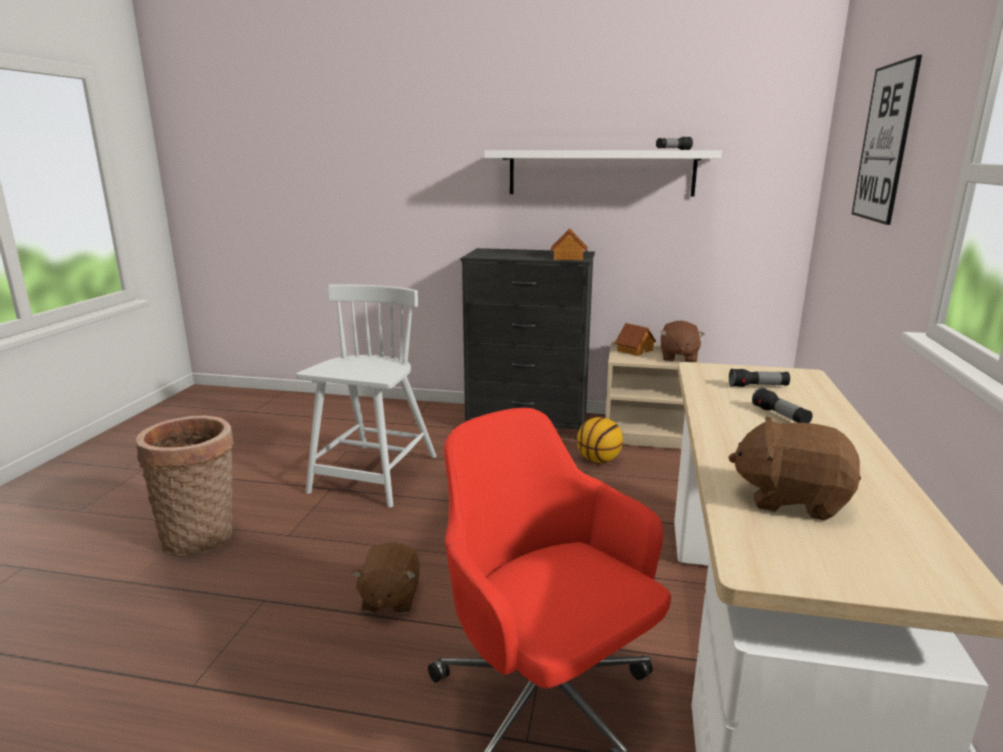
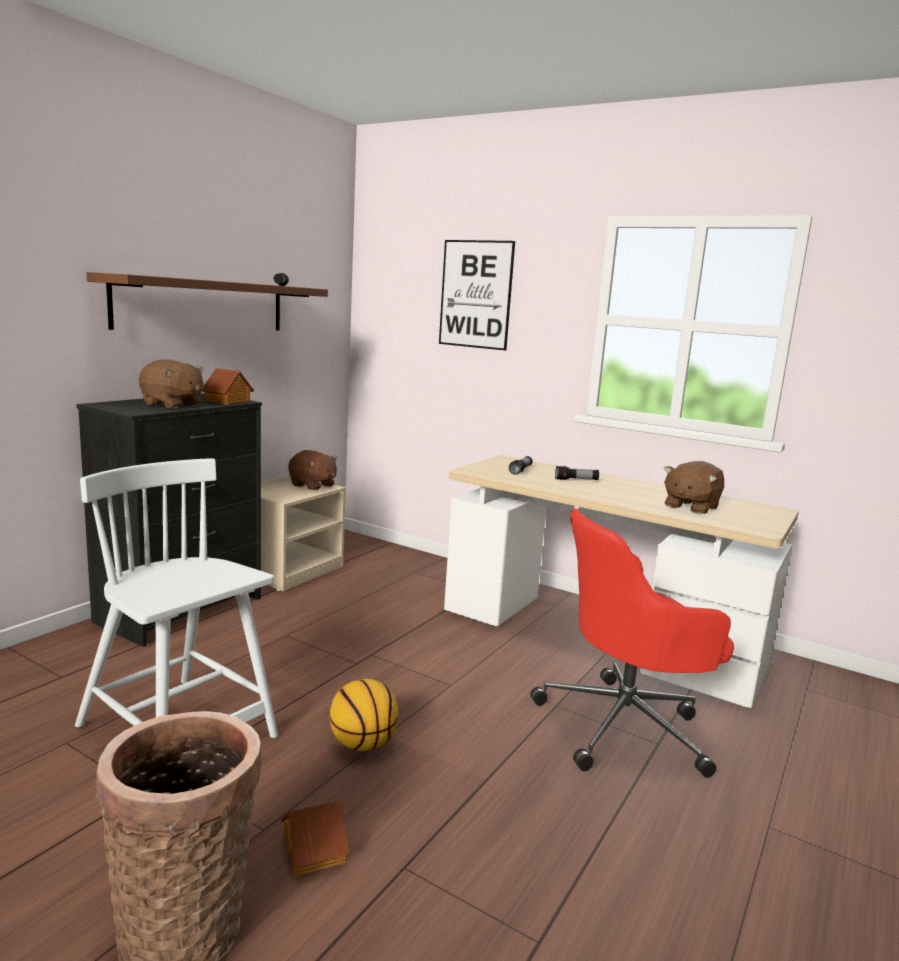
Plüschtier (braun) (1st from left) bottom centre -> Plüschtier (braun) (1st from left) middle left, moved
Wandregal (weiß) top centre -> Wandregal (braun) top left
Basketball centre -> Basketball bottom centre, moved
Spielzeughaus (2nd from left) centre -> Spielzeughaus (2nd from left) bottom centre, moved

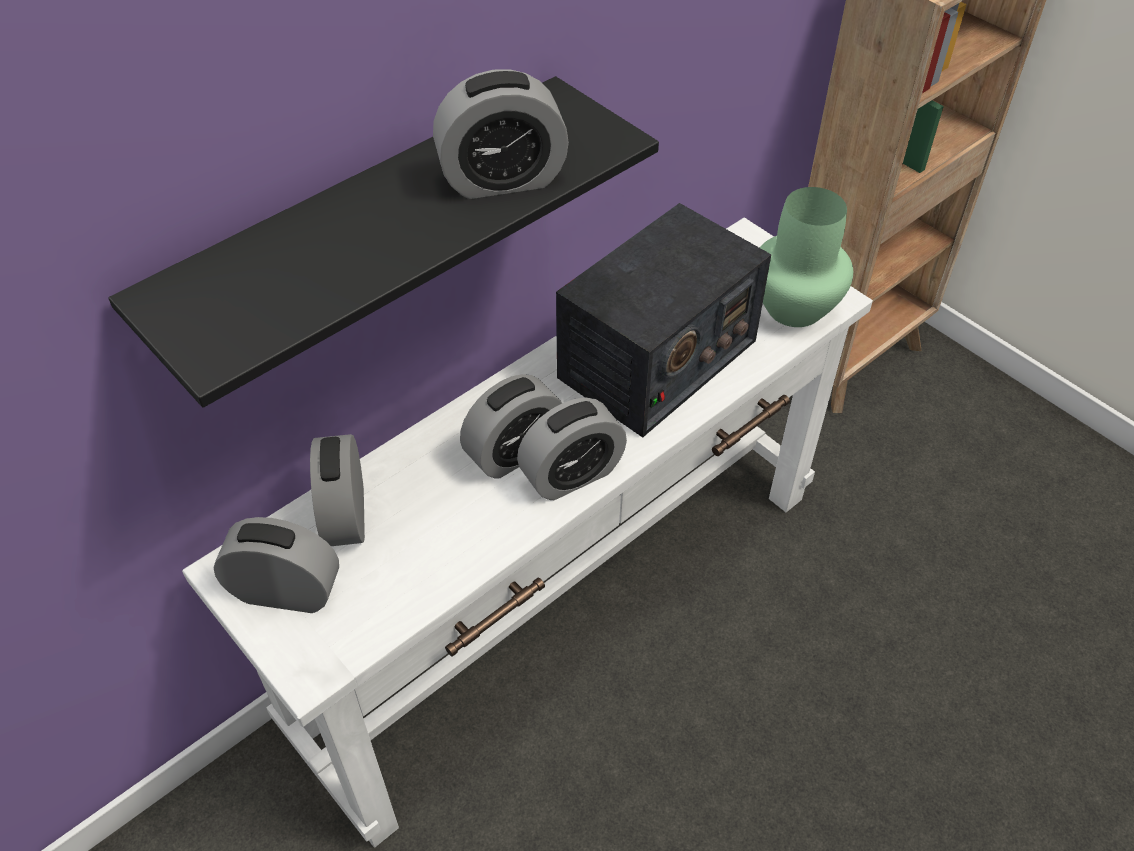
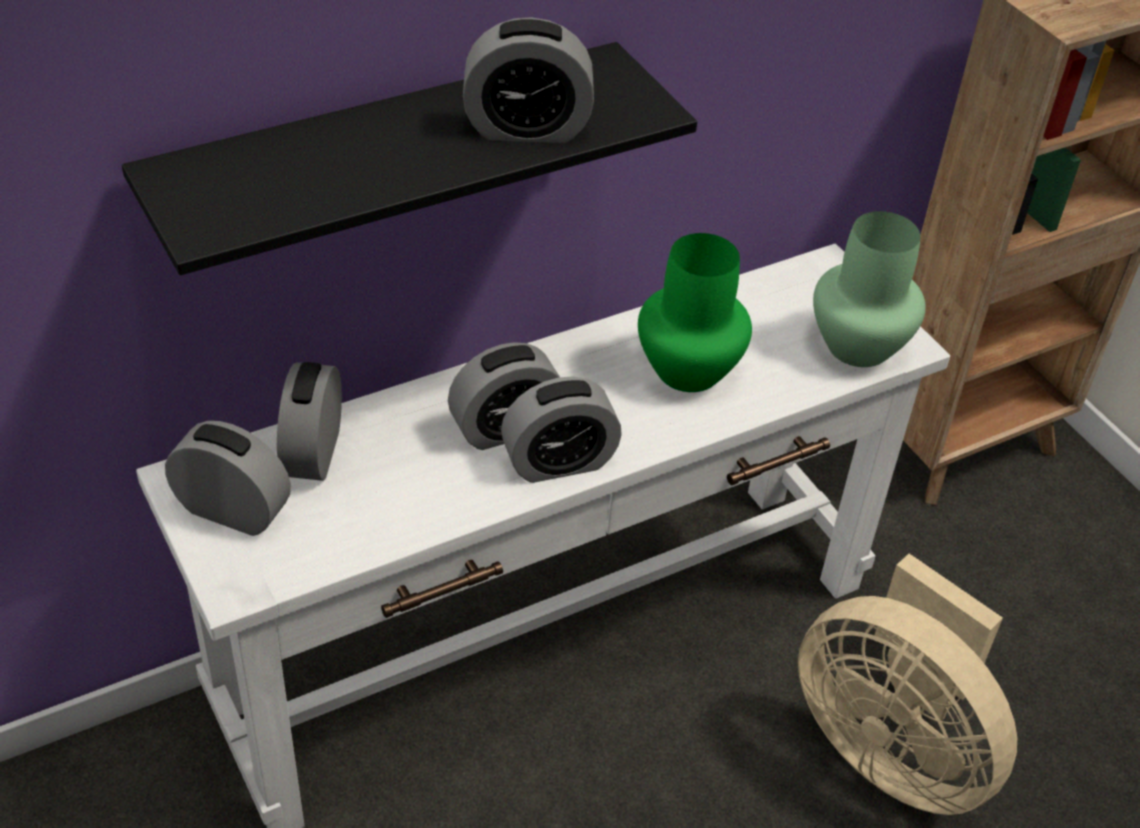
Radio centre -> Vase (grün) (1st from left) centre
none -> Ventilator (beige) bottom right

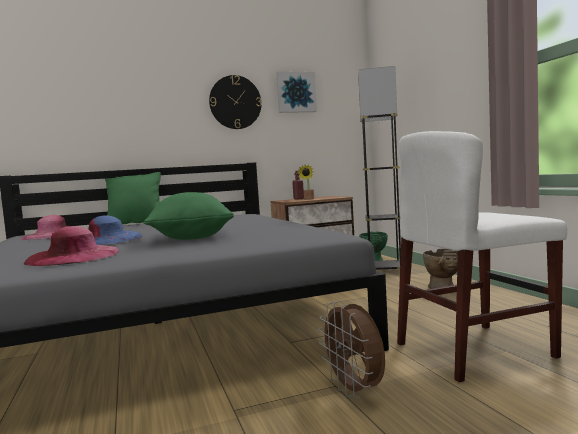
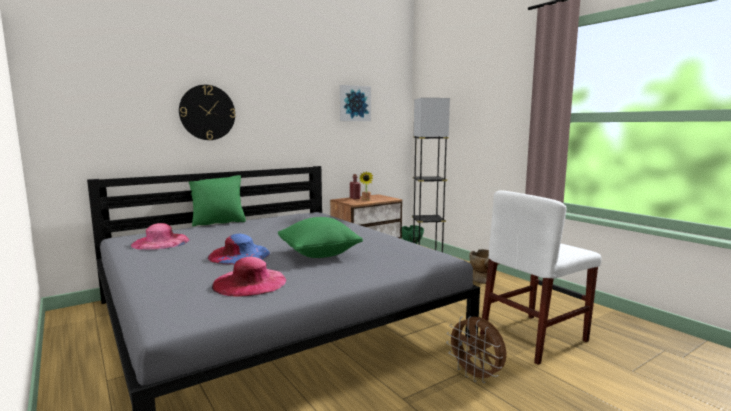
Wanduhr top centre -> Wanduhr top left, moved

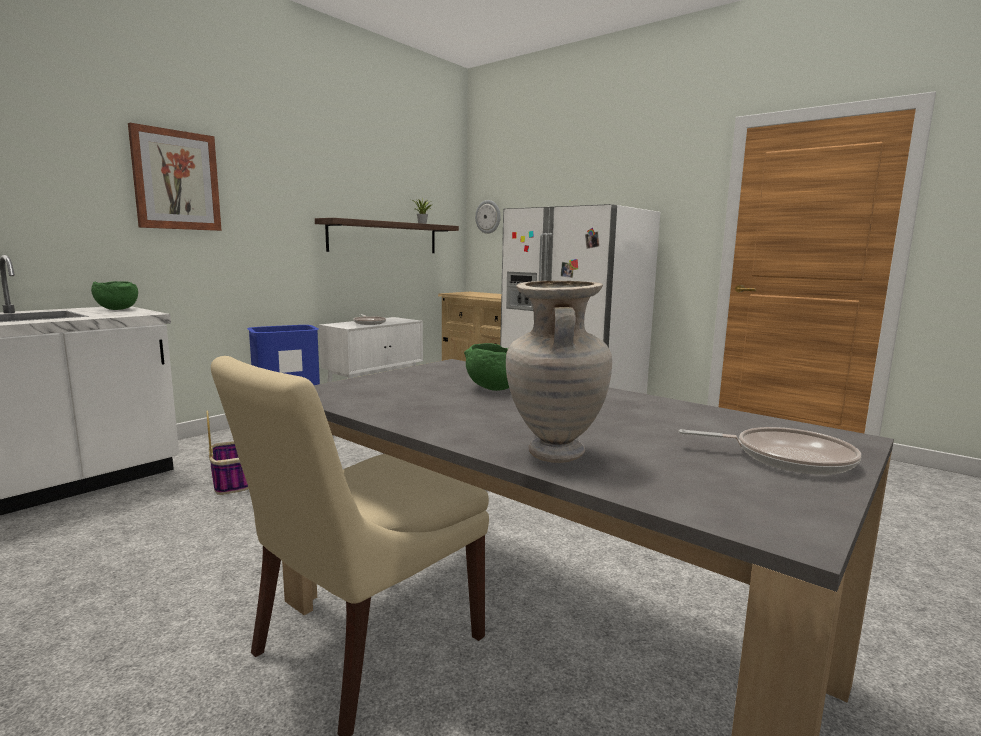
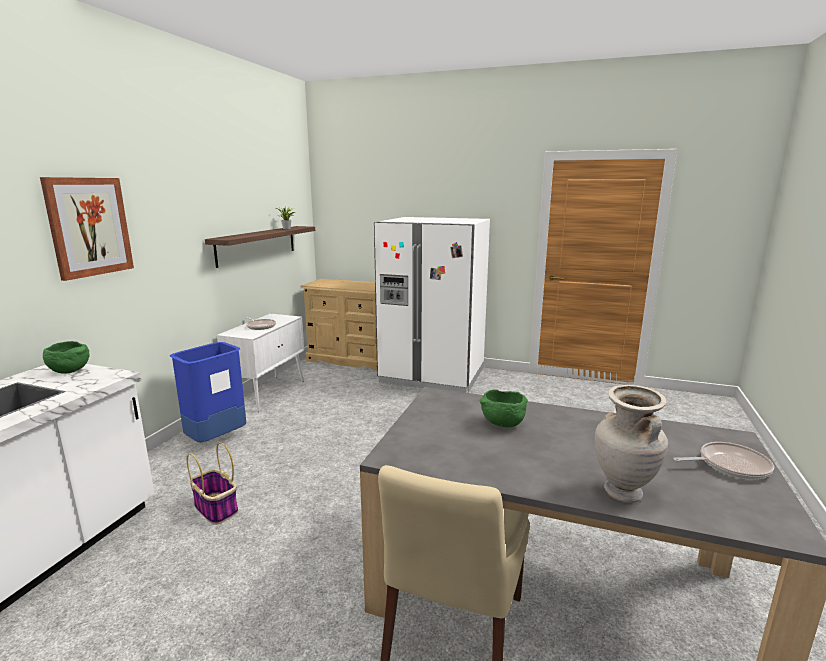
Wanduhr top centre -> none

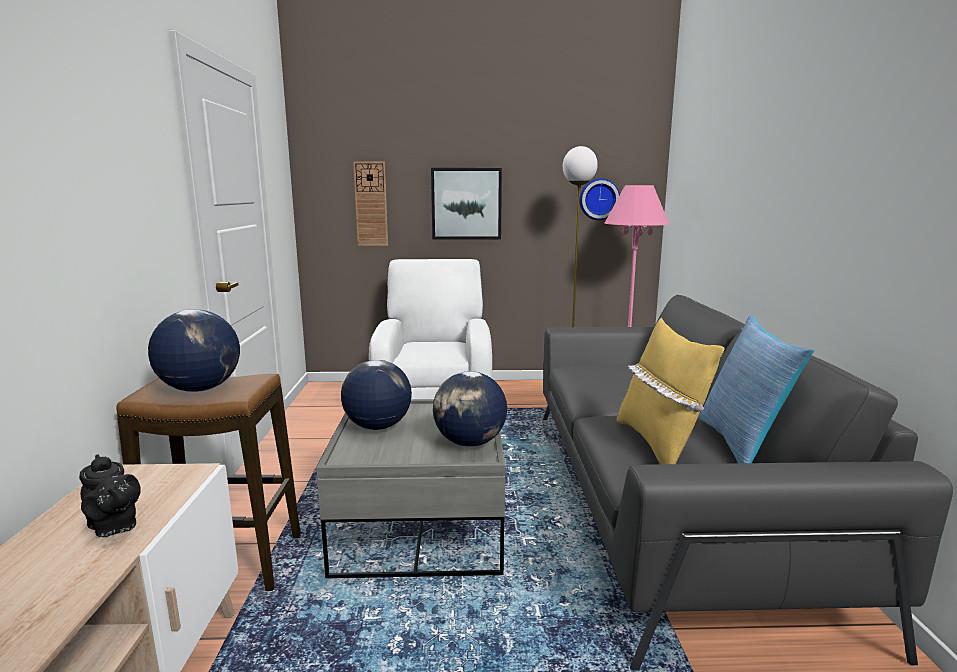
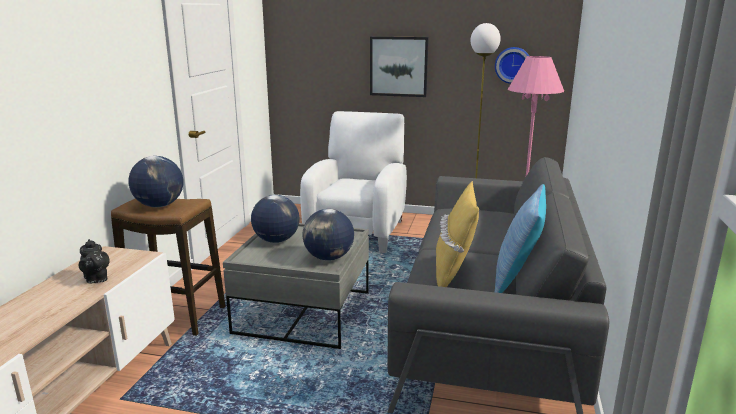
Wanduhr (1st from left) top centre -> none

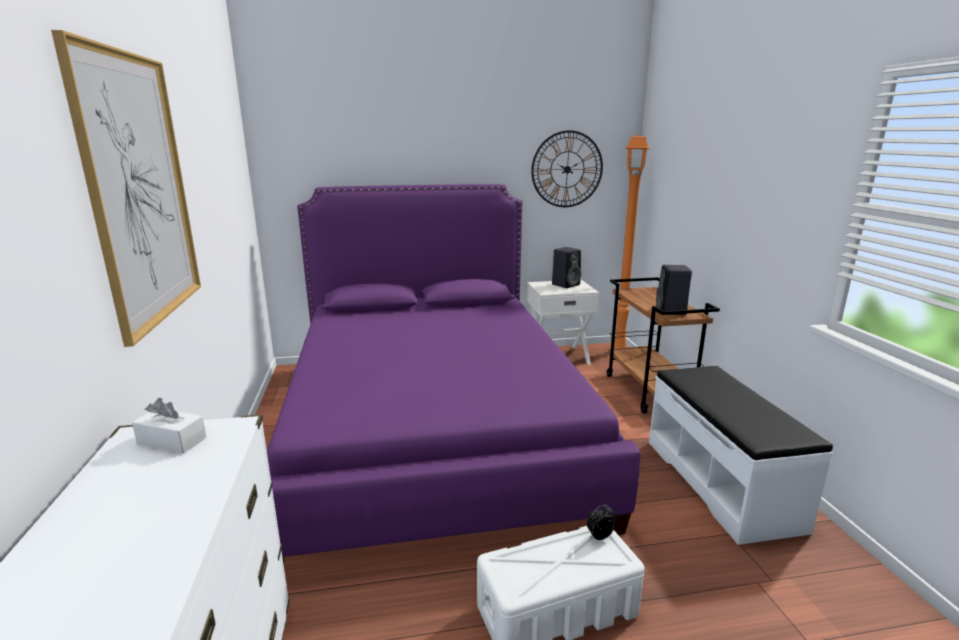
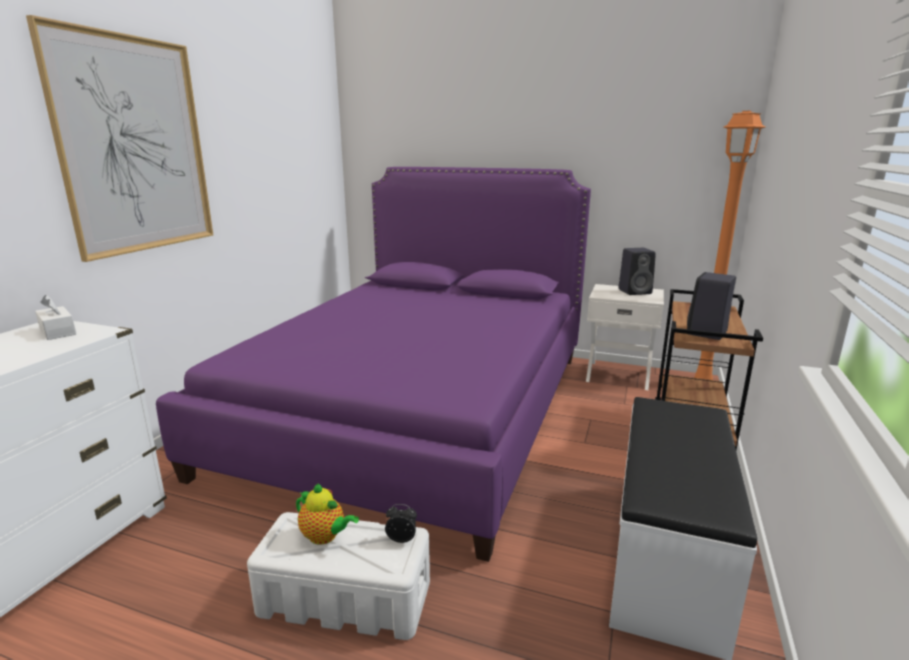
Wanduhr top centre -> none
none -> Teekanne bottom centre

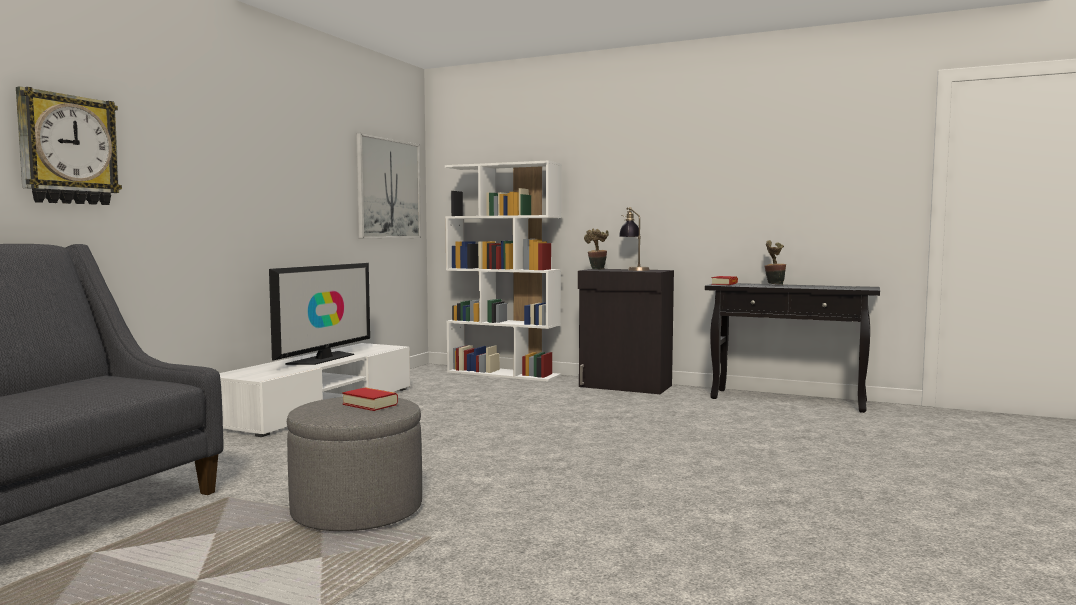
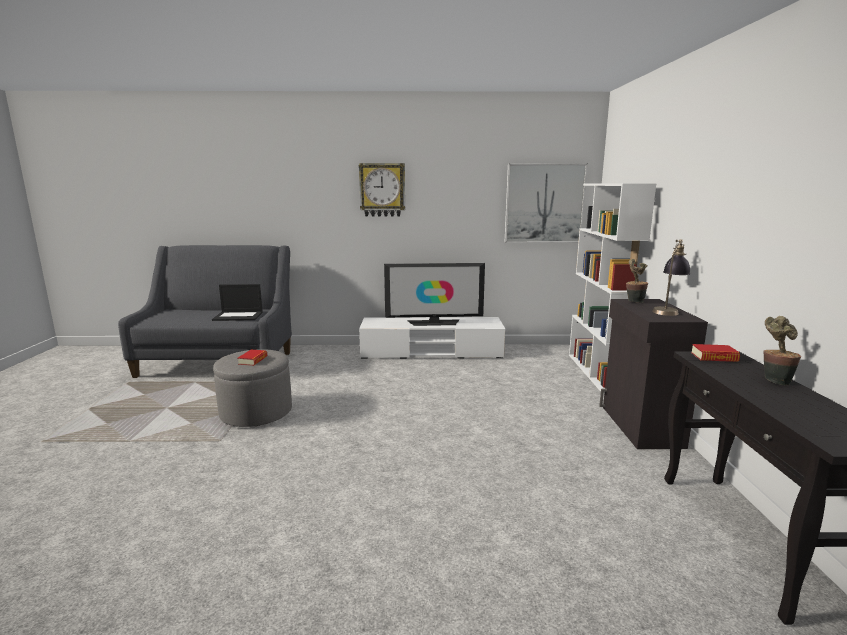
Wanduhr top left -> Wanduhr top centre, moved
none -> Laptop middle left

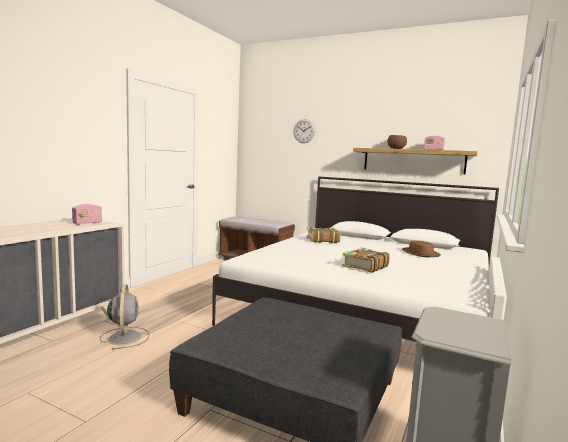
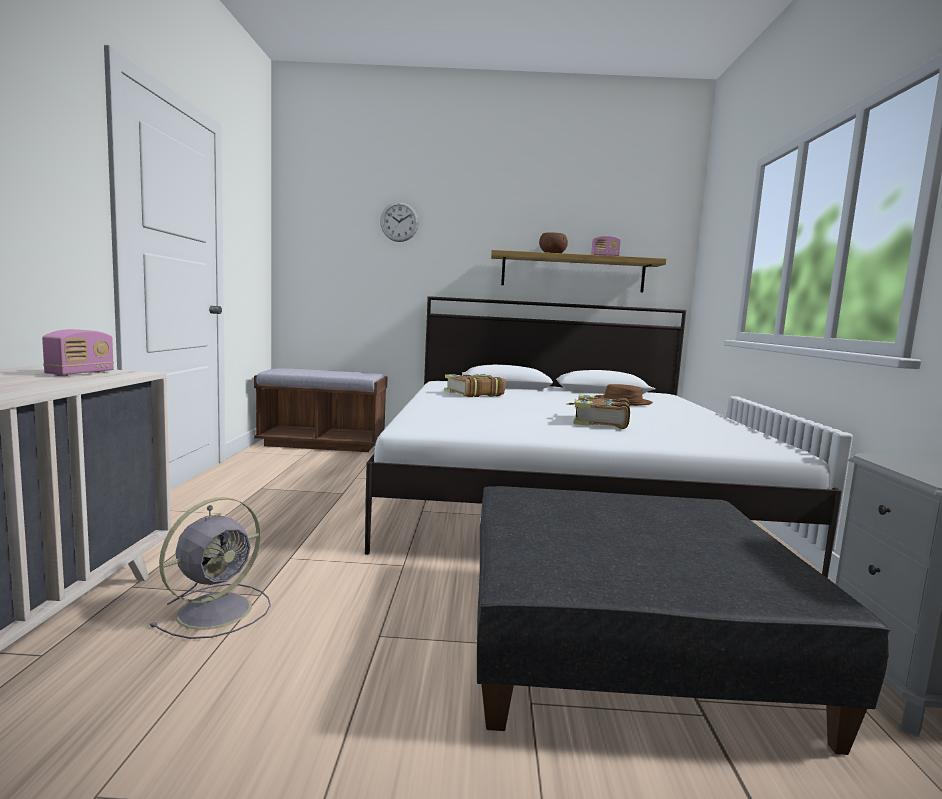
Ventilator (grau) bottom left, 75 degrees clockwise

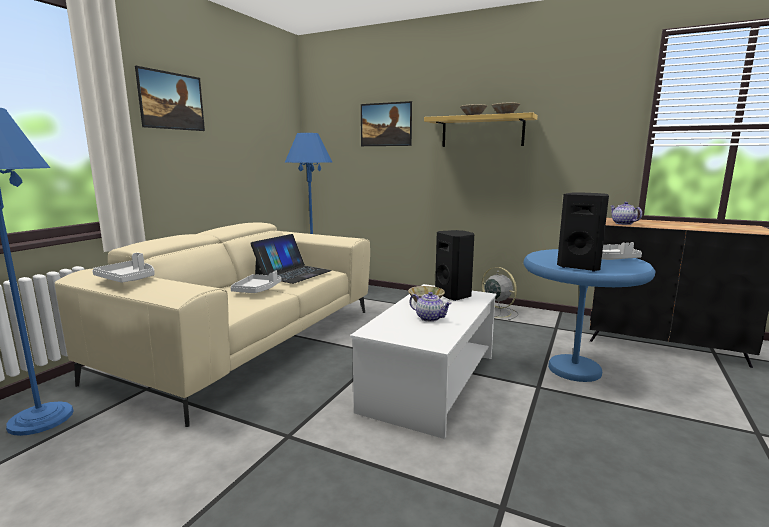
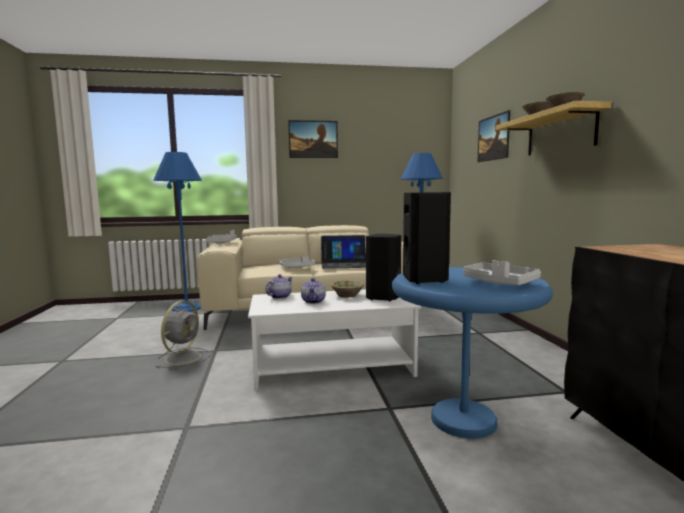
Ventilator (grau) centre -> Ventilator (grau) middle left, moved
Teekanne (2nd from left in the first image) middle right -> Teekanne (1st from left) centre, moved

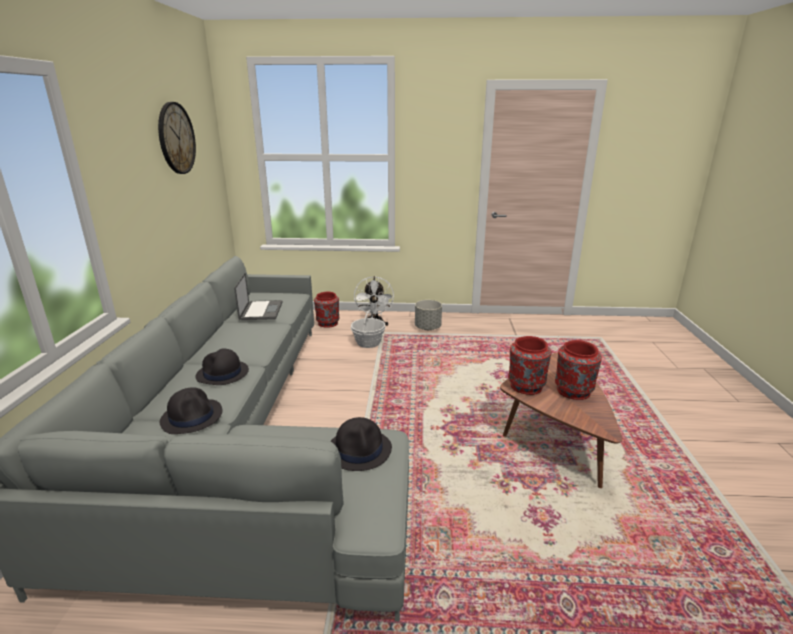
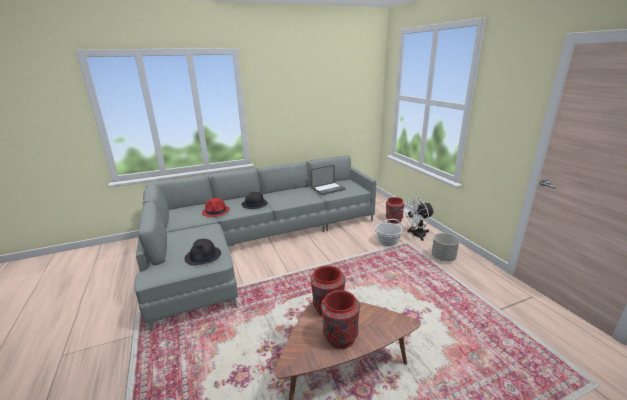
Wanduhr top left -> none
Hut (schwarz) (1st from left) middle left -> Hut (rot) centre

